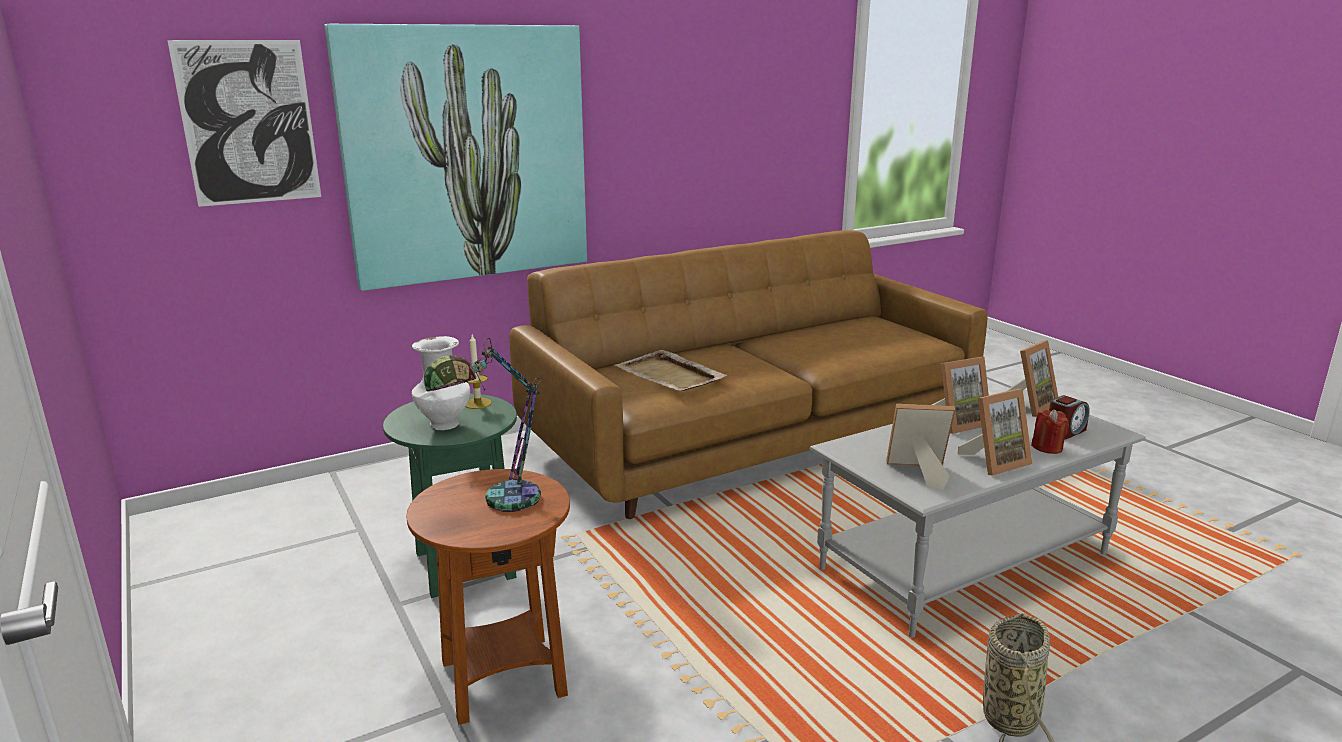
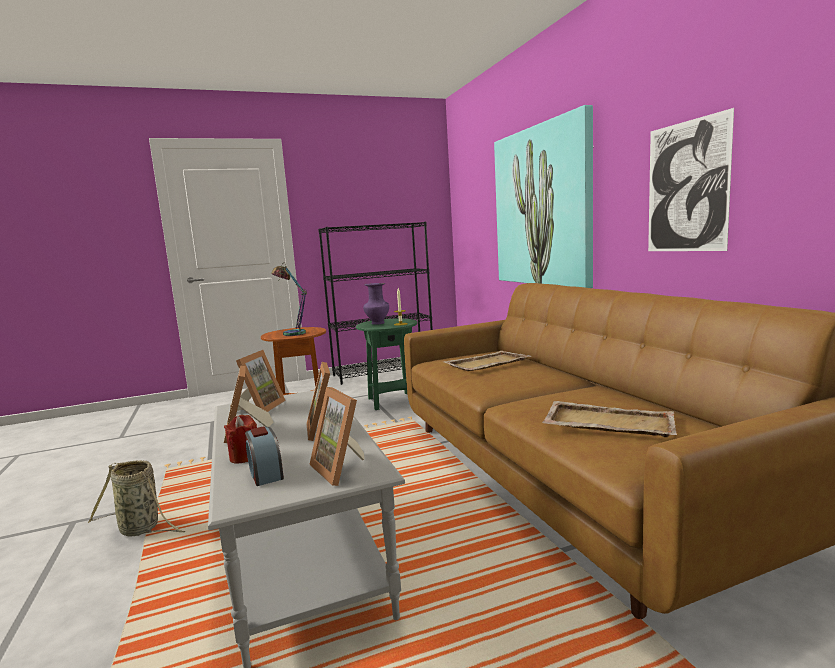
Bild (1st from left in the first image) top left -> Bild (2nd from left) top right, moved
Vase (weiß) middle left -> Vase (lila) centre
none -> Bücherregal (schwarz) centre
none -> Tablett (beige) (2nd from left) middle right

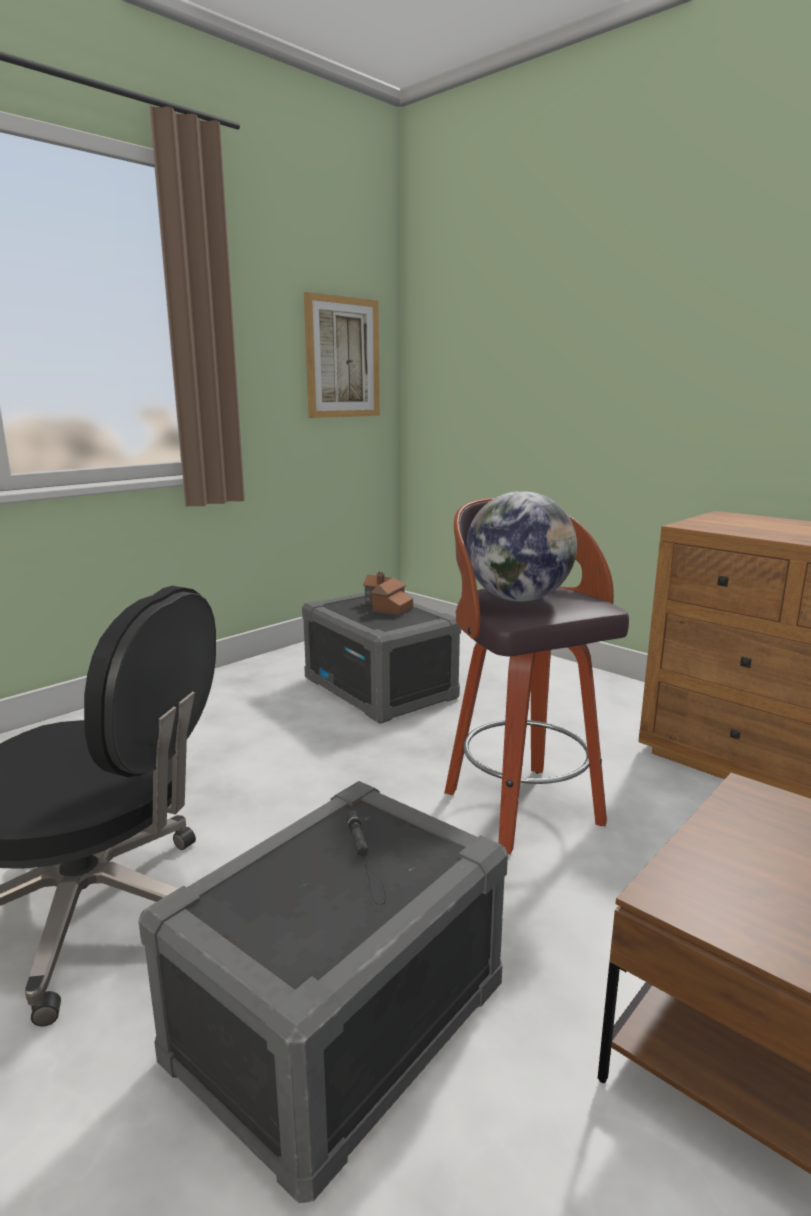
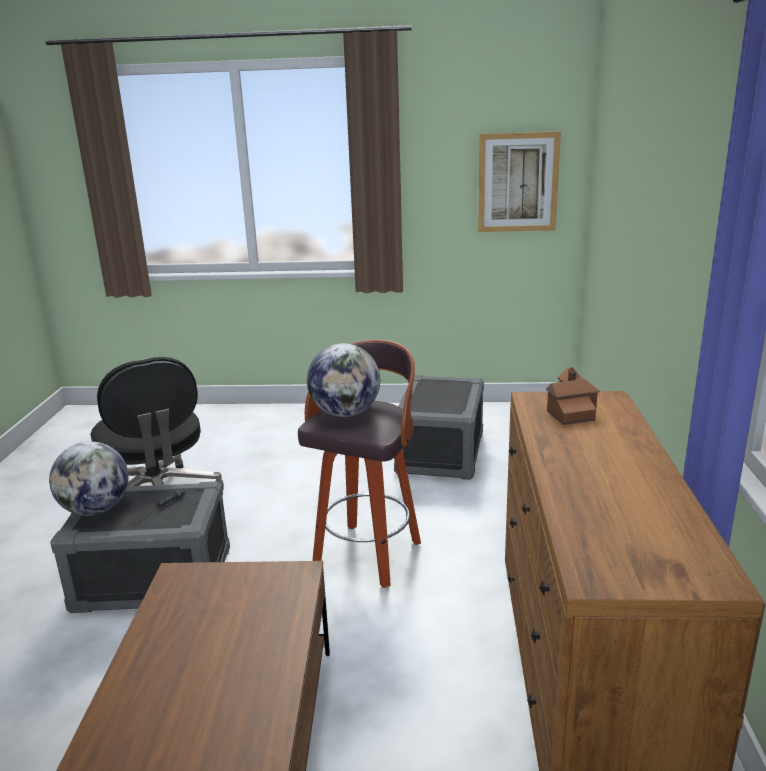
Spielzeughaus centre -> Spielzeughaus middle right, moved
none -> Globus (1st from left) middle left

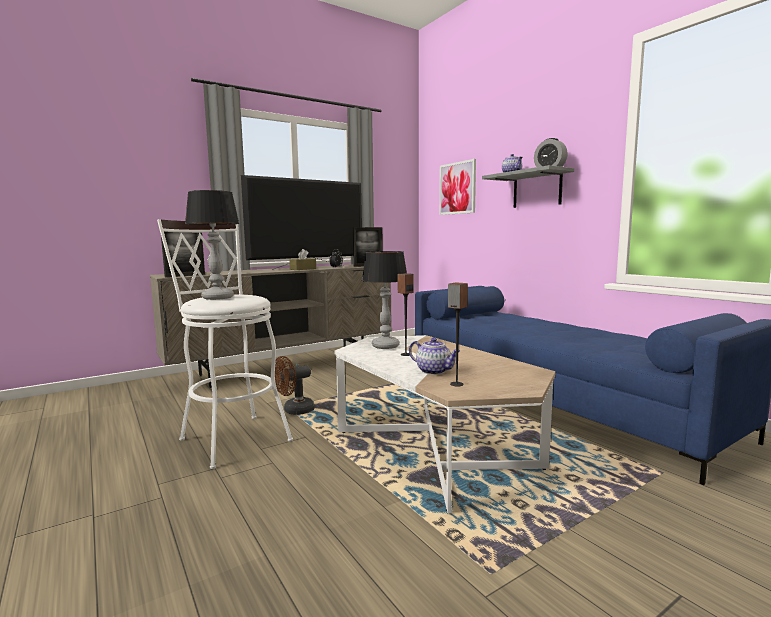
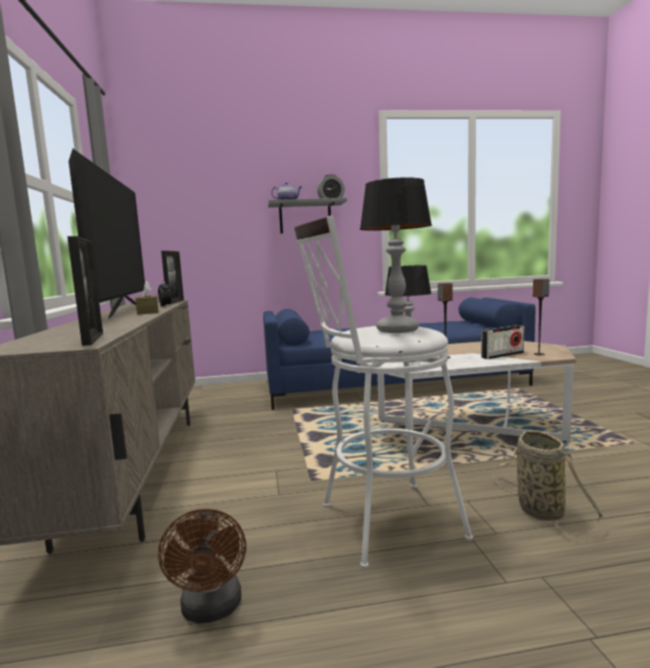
Ventilator (braun) centre -> Ventilator (braun) bottom left, moved
Teekanne (1st from left) centre -> Radio middle right
Bild top centre -> none
none -> Korb bottom right

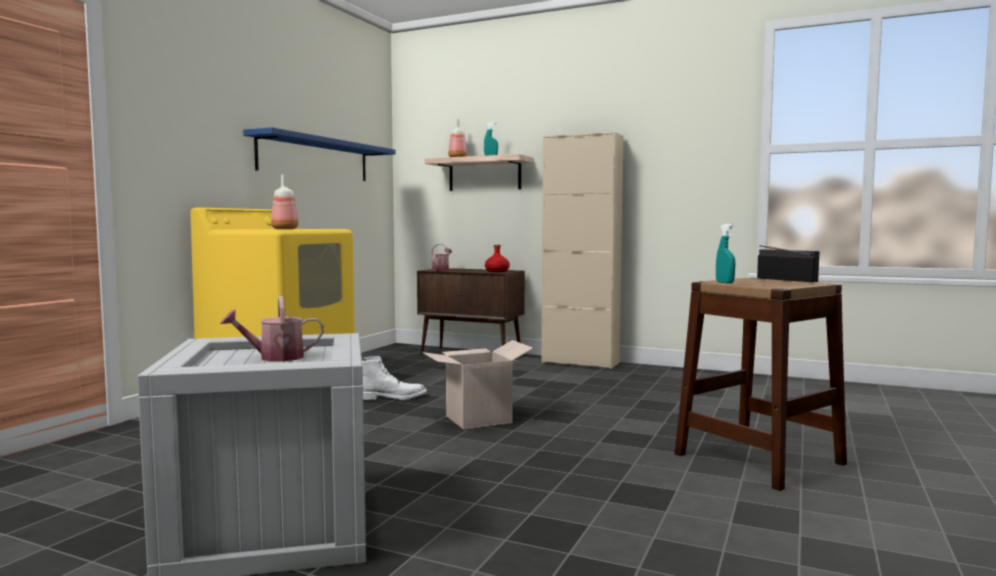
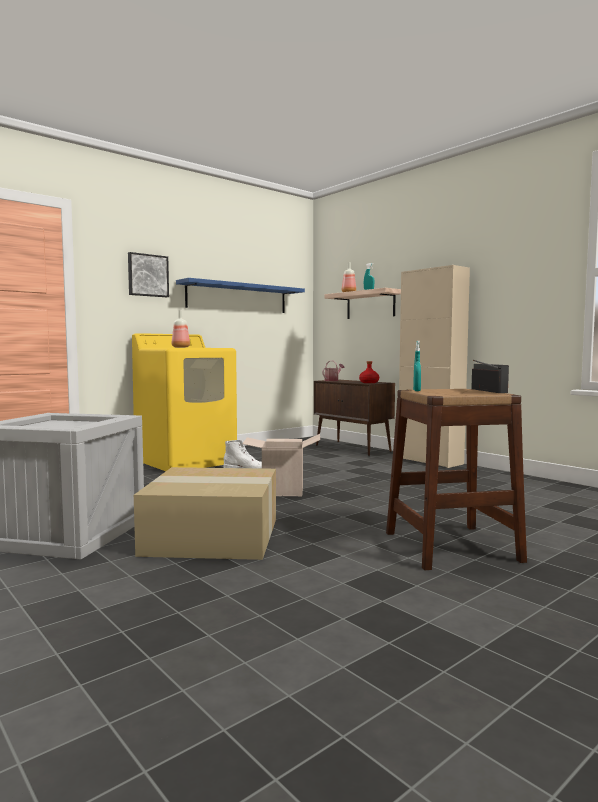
Gießkanne (1st from left) middle left -> none
none -> Bild middle left
none -> Karton (1st from left) centre

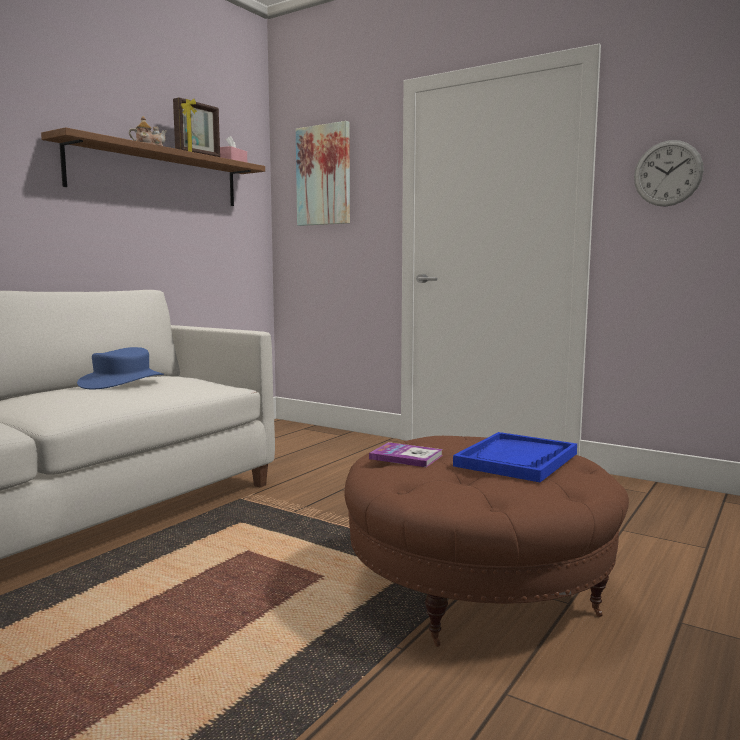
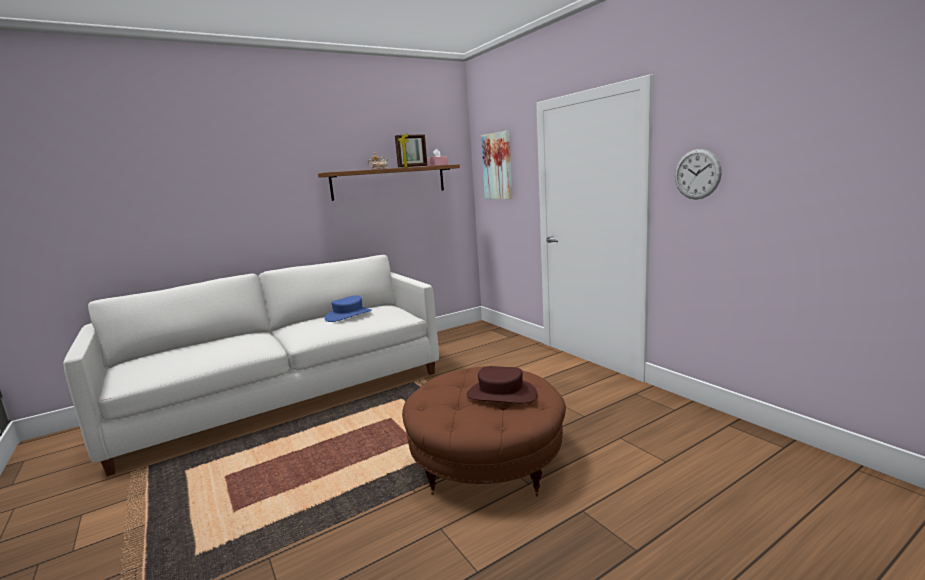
Buch centre -> none
Tablett (blau) middle right -> Hut (braun) centre

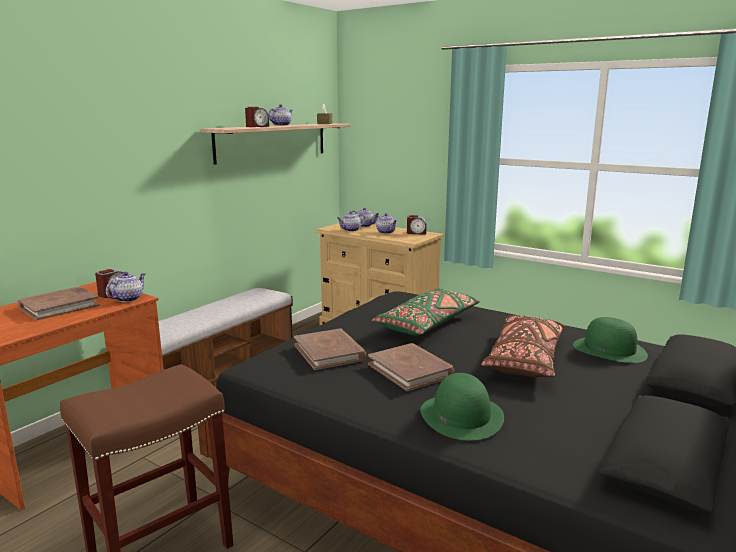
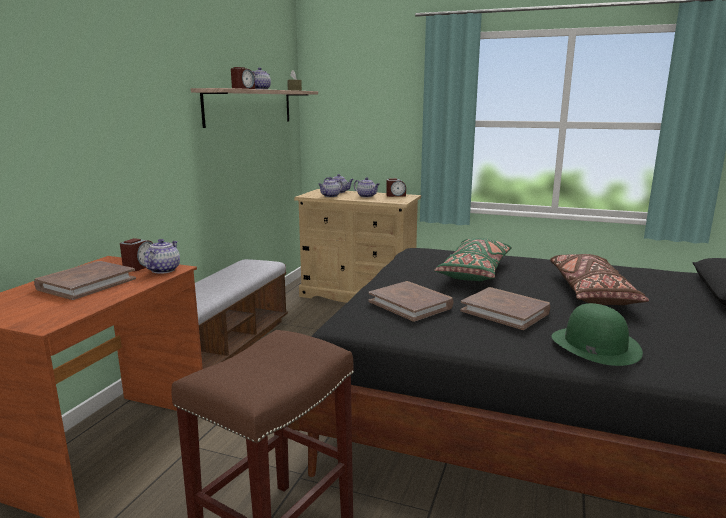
Hut (grün) (2nd from left) middle right -> none

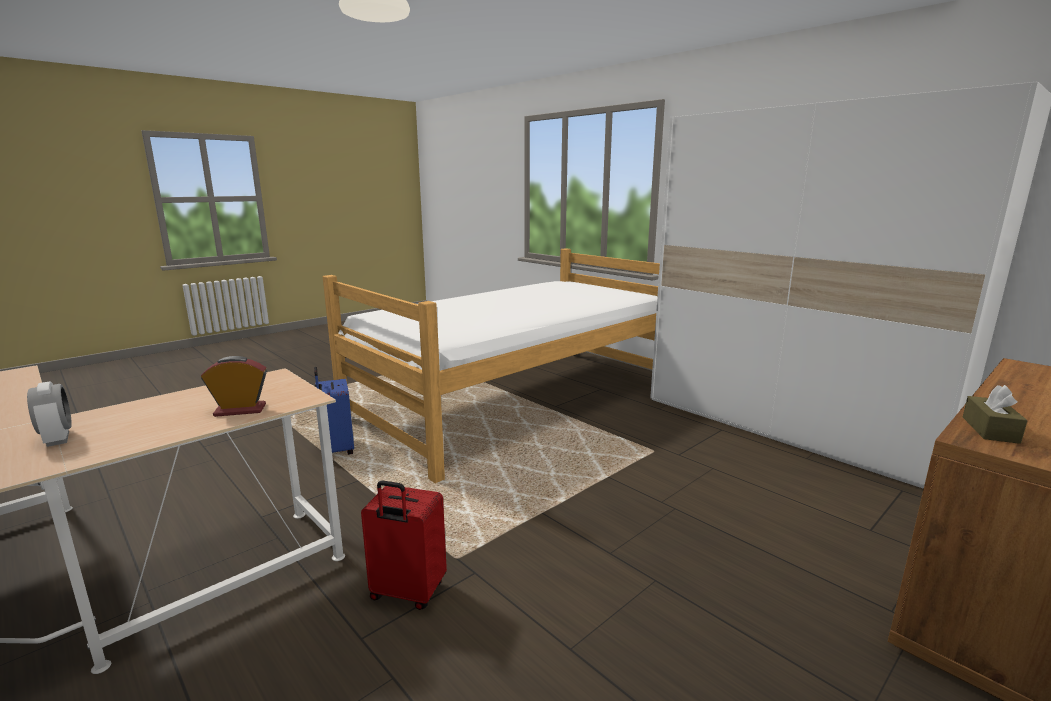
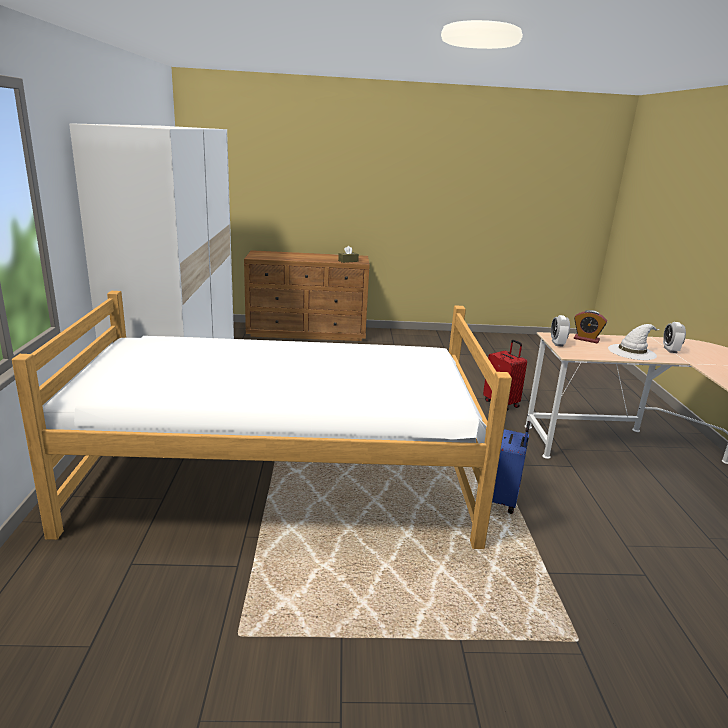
none -> Wecker (1st from left) middle right
none -> Hut (weiß) middle right

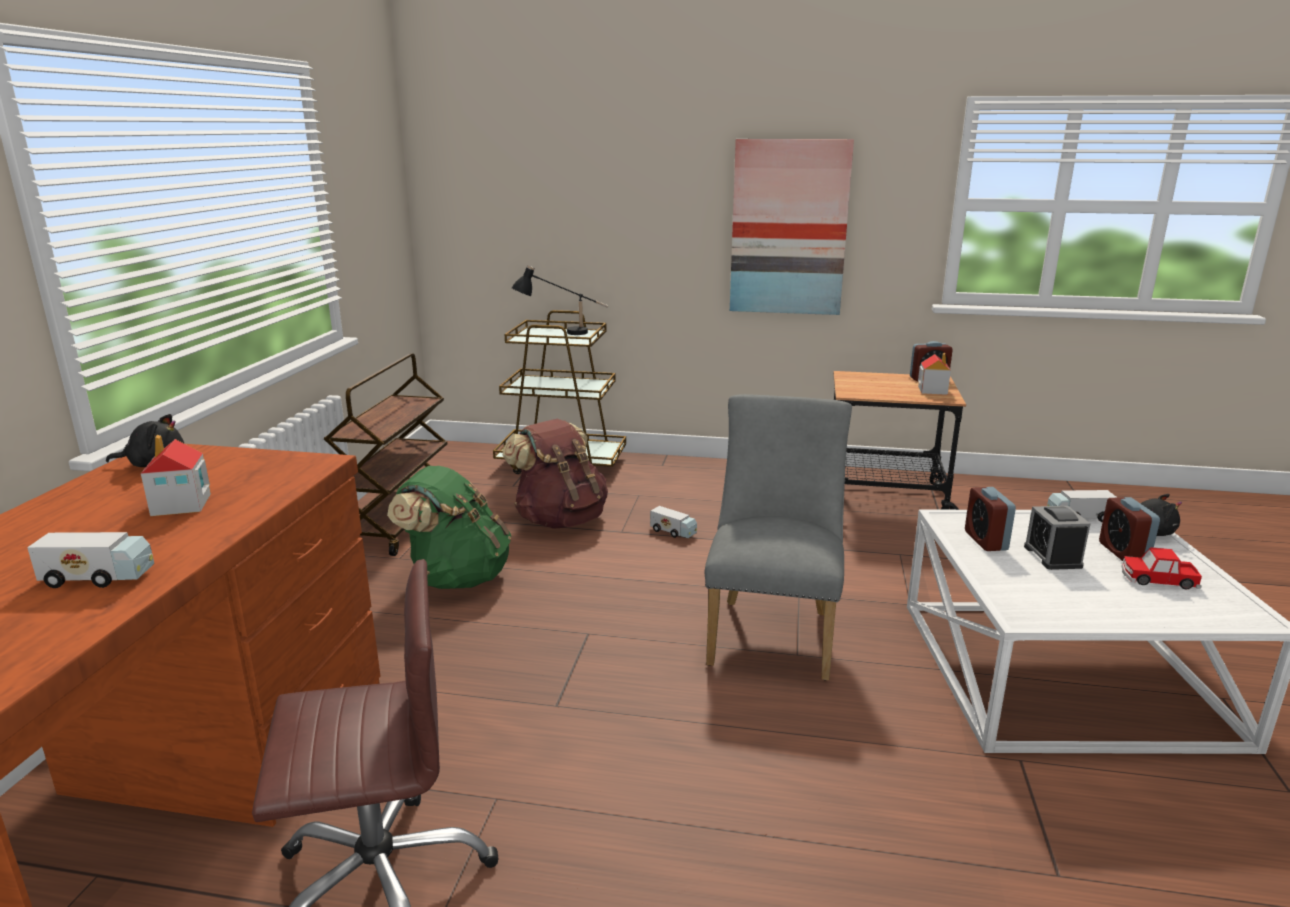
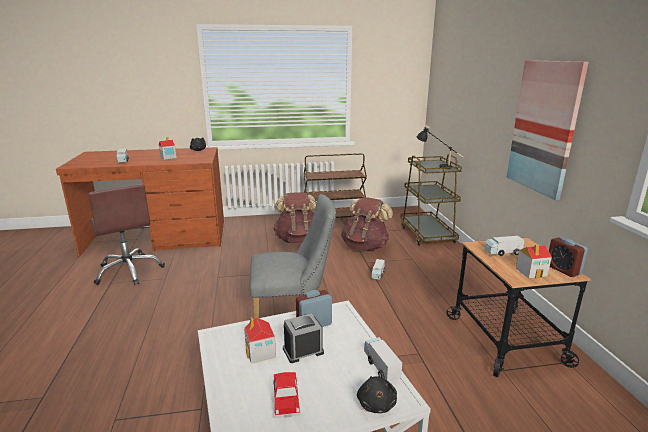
Rucksack (grün) centre -> Rucksack (braun) (1st from left) centre
Wecker (4th from left) middle right -> none
none -> Spielzeughaus (2nd from left) bottom centre
none -> Spielzeuglaster (4th from left) middle right

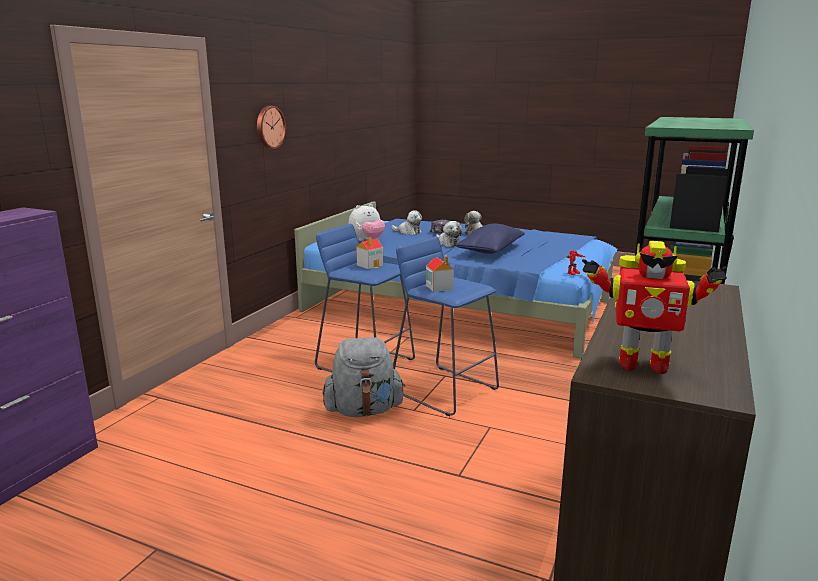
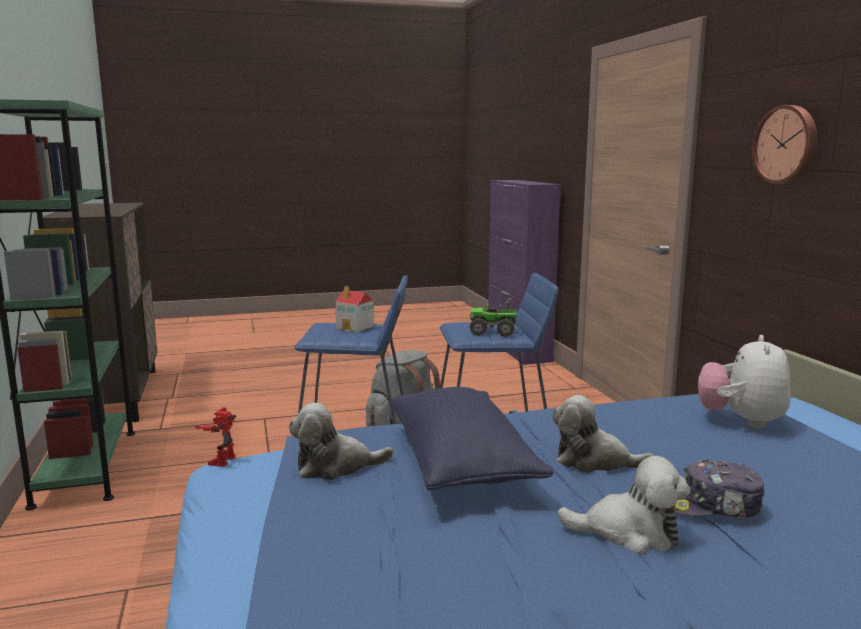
Spielzeughaus (1st from left) centre -> Spielzeuglaster centre
Plüschtier (2nd from left in the first image) centre -> Plüschtier (1st from left) bottom centre, moved
Spielzeugroboter (2nd from left) middle right -> none

